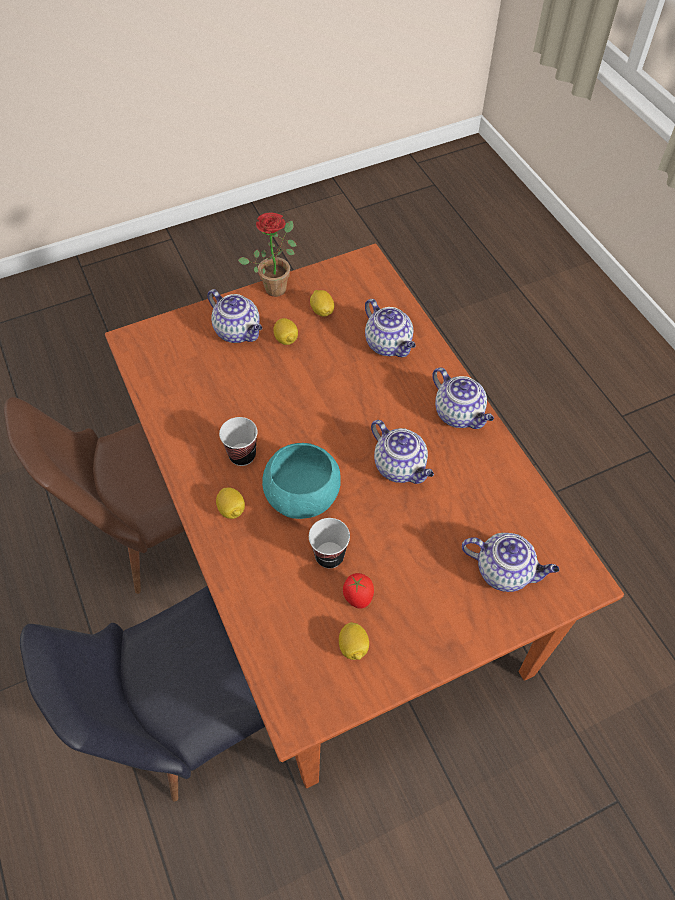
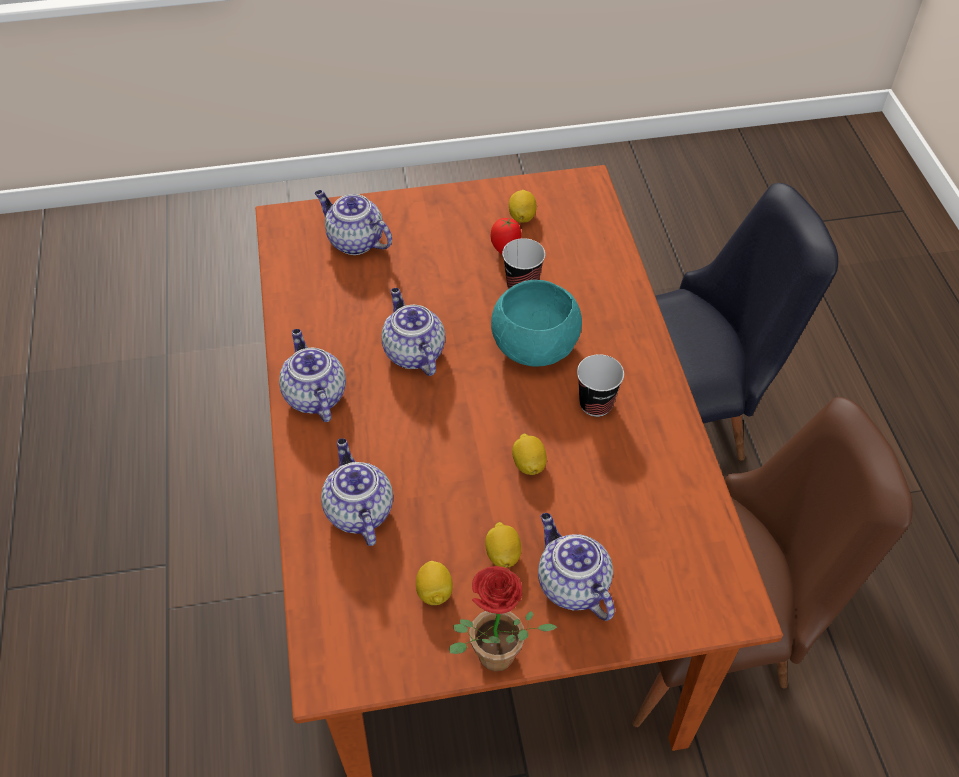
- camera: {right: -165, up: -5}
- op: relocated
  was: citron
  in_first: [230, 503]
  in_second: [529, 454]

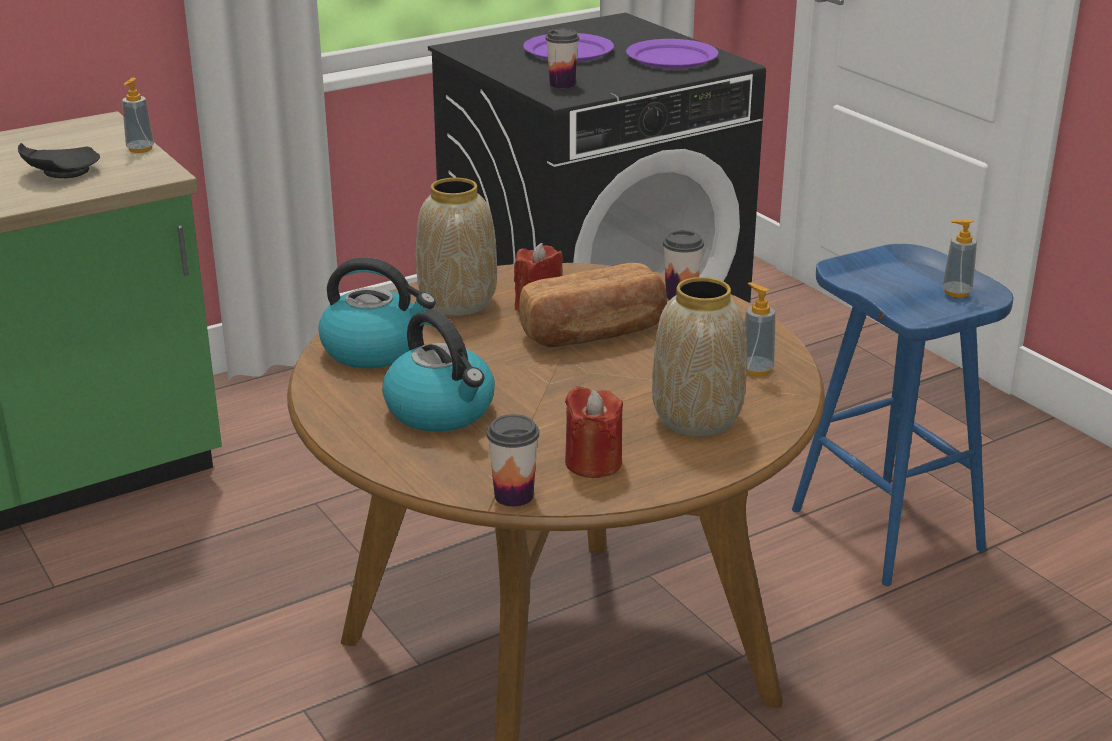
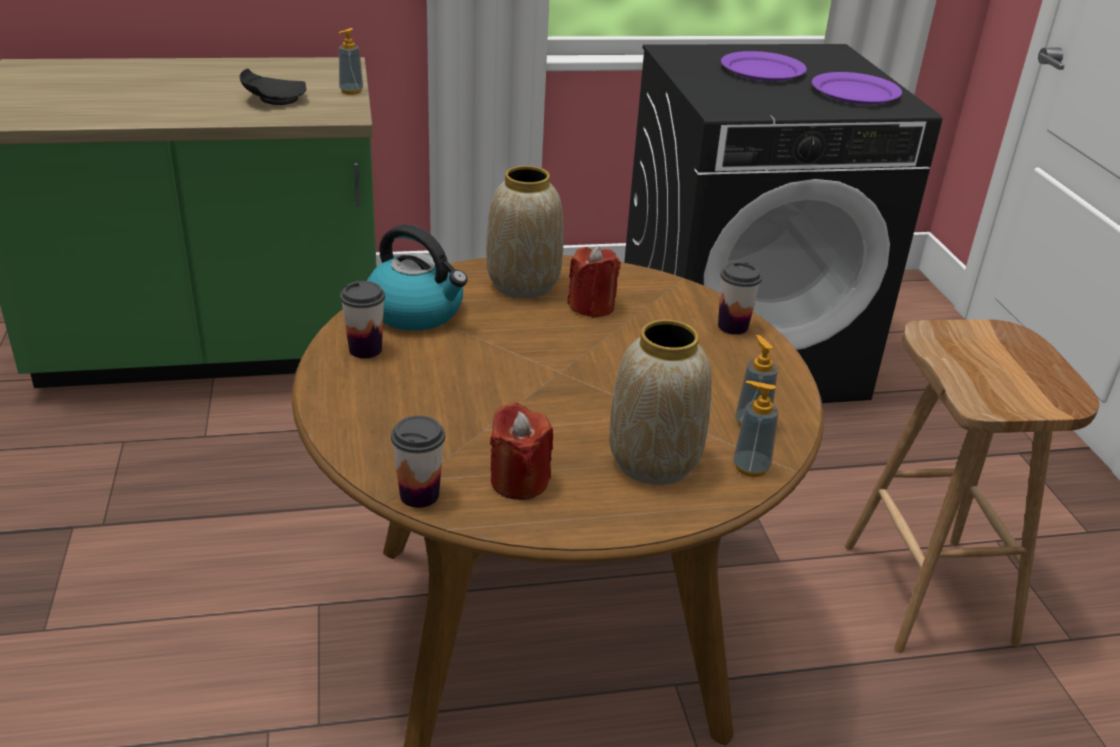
- camera: {right: 20, up: 5}
- op: missing
  was: bouilloire
  in_first: [438, 370]
- op: missing
  was: pain
  in_first: [593, 305]
- op: relocated
  was: tasse
  in_first: [562, 59]
  in_second: [362, 320]
- op: relocated
  was: distributeur de savon
  in_first: [959, 258]
  in_second: [755, 429]
- op: colour
  was: tabouret (bleu)
  now: tabouret (marron)
  in_first: [903, 415]
  in_second: [972, 486]

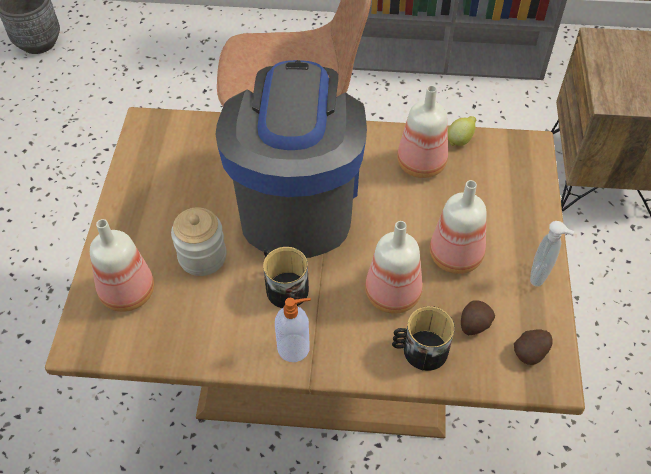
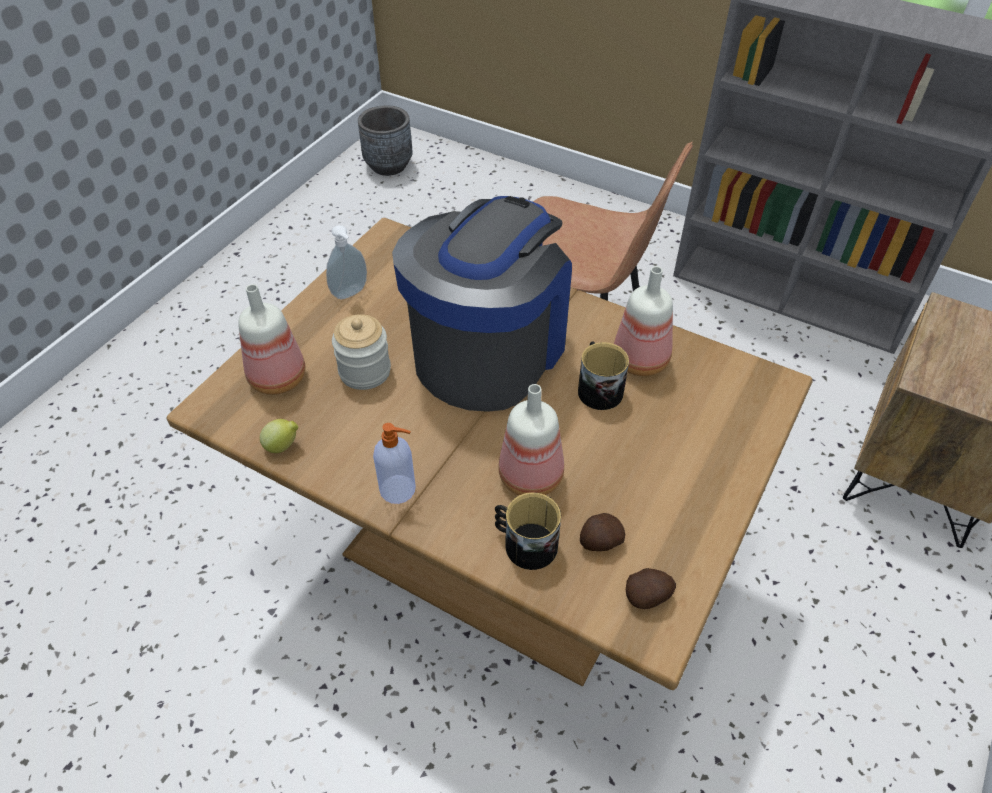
- camera: {right: 25, up: -5}
- op: missing
  was: bouteille
  in_first: [458, 227]
- op: relocated
  was: mug
  in_first: [286, 277]
  in_second: [603, 375]
- op: relocated
  was: citron
  in_first: [462, 131]
  in_second: [279, 436]
- op: relocated
  was: distributeur de savon
  in_first: [552, 254]
  in_second: [346, 262]

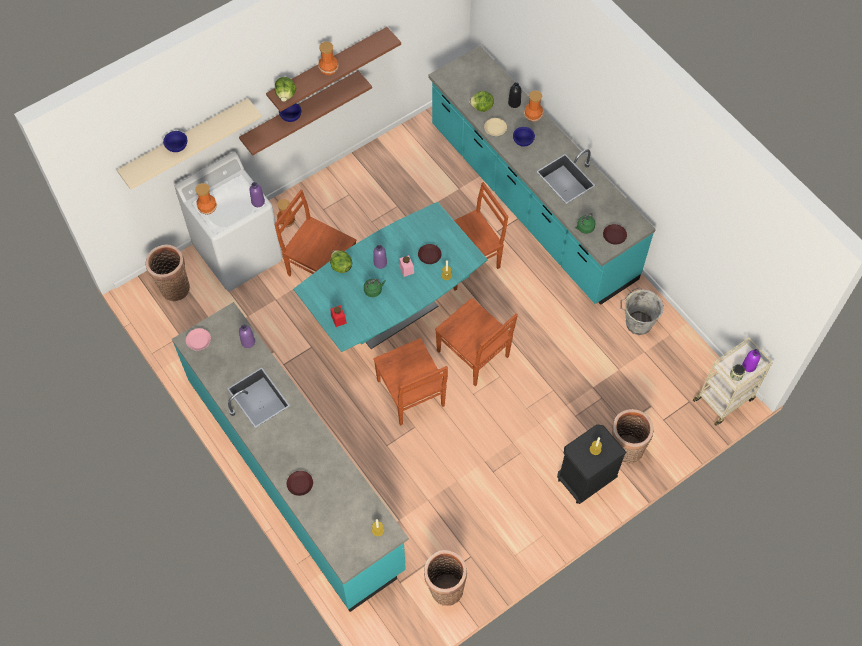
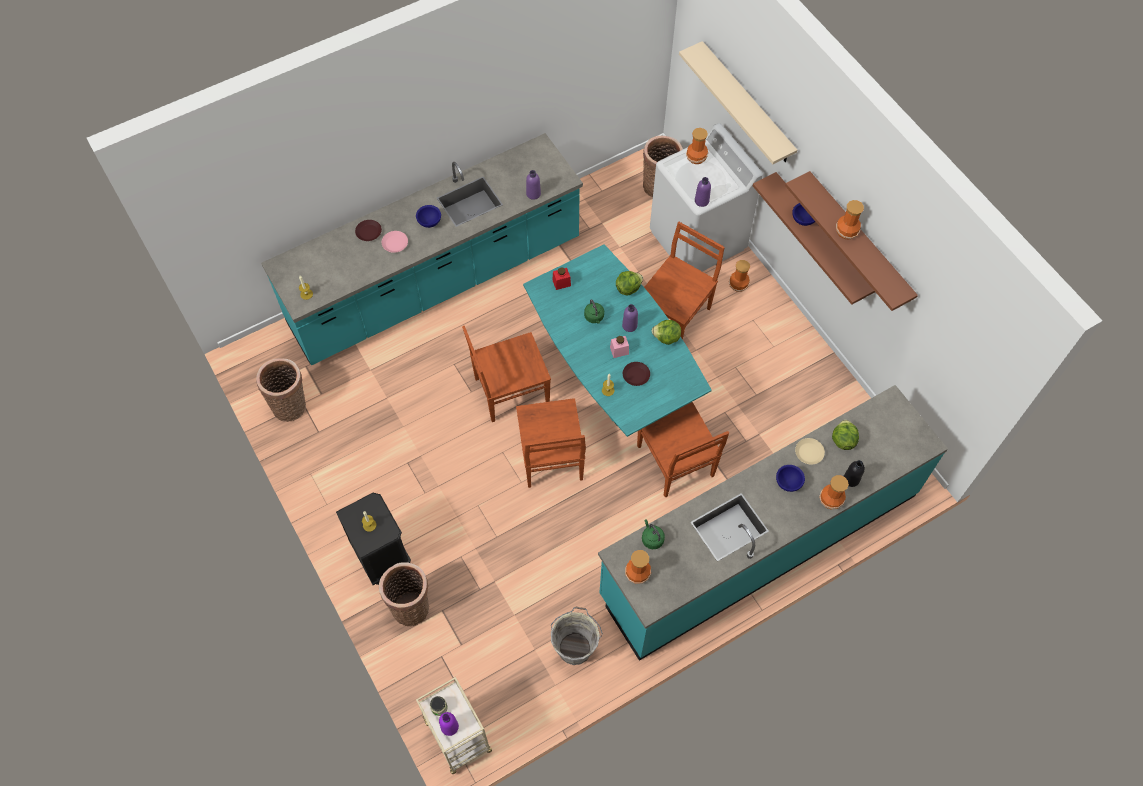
- camera: {right: 95, up: 0}
- op: relocated
  was: bol (bleu)
  in_first: [175, 141]
  in_second: [428, 216]
- op: relocated
  was: assiette (rose)
  in_first: [198, 339]
  in_second: [395, 242]
- op: relocated
  was: laitue
  in_first: [285, 89]
  in_second: [666, 332]
- op: exchanged
  was: assiette (marron)
  now: vase
  in_first: [615, 234]
  in_second: [638, 567]
- op: spun
  was: chaise (marron)
  in_first: [476, 342]
  in_second: [551, 443]
  clockwise: -60

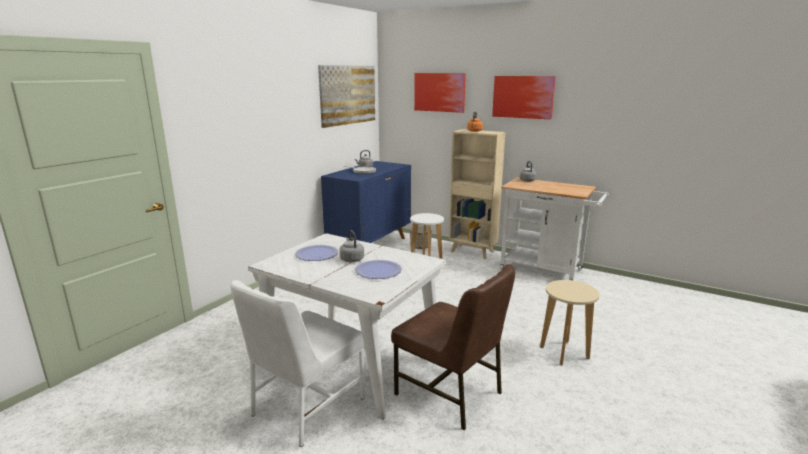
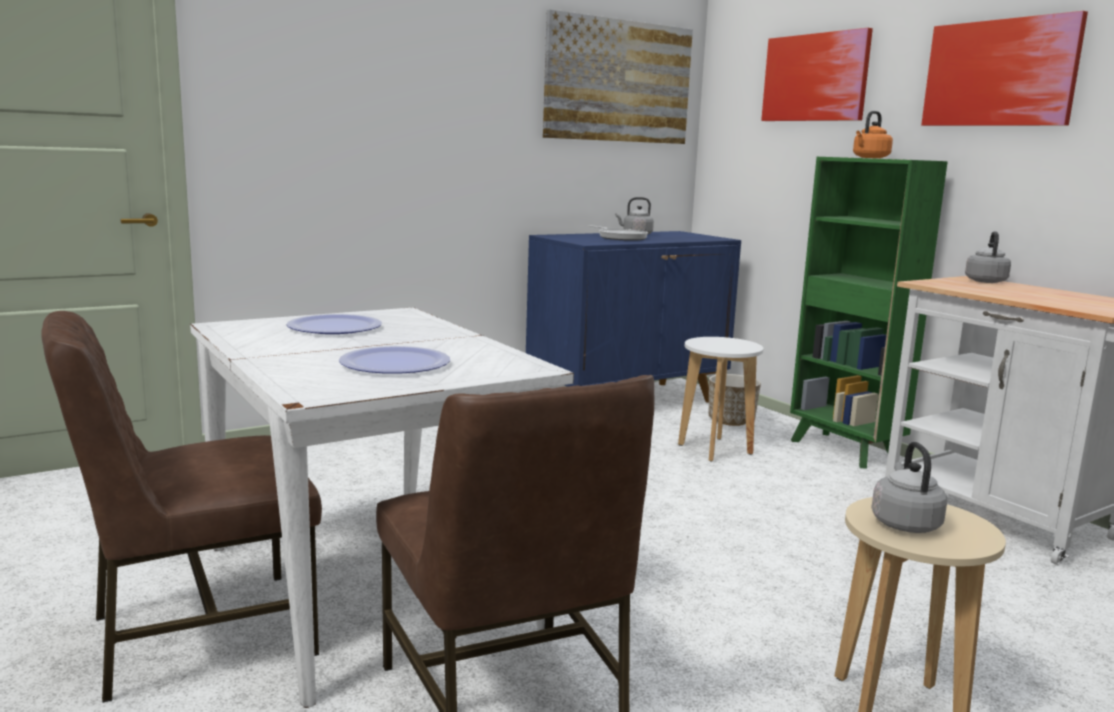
- camera: {right: 25, up: -5}
- op: relocated
  was: bouilloire (gris)
  in_first: [351, 246]
  in_second: [909, 487]
- op: colour
  was: chaise (blanc)
  now: chaise (marron)
  in_first: [298, 363]
  in_second: [181, 507]
- op: colour
  was: bibliothèque (beige)
  now: bibliothèque (vert)
  in_first: [477, 194]
  in_second: [869, 313]

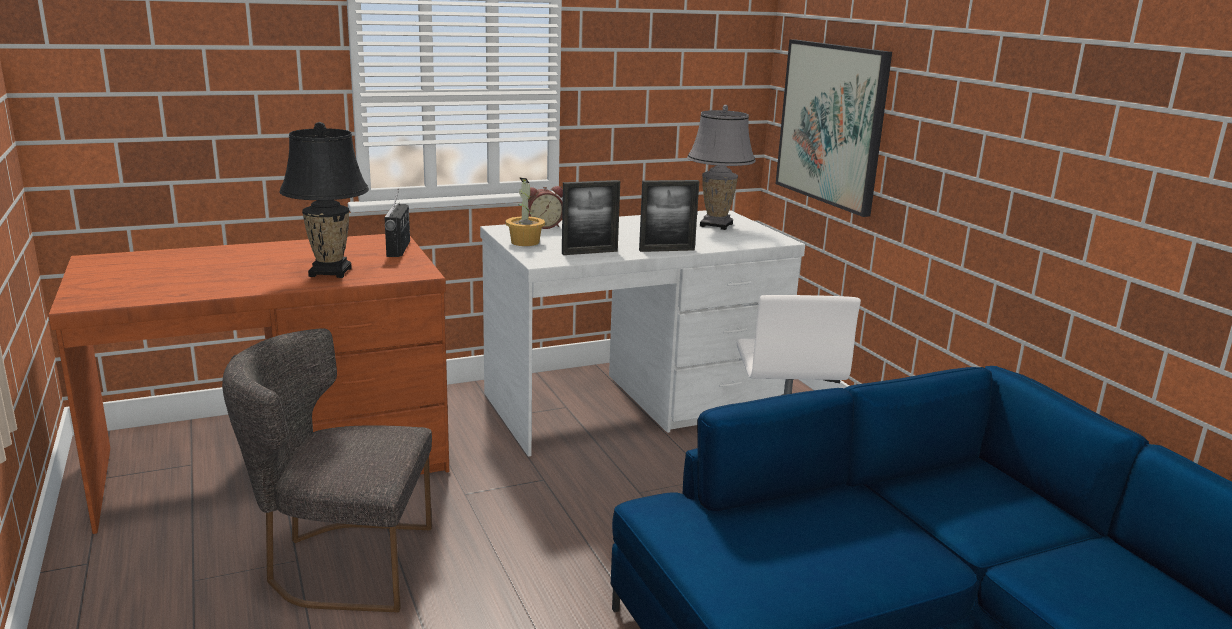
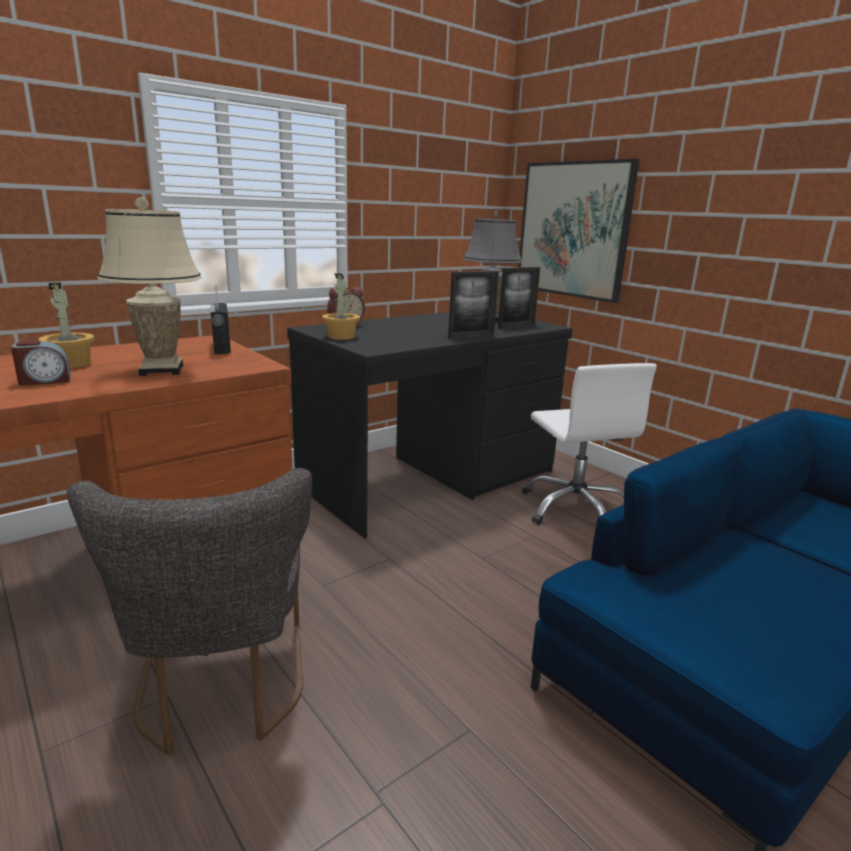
- camera: {right: -15, up: 0}
- op: appeared
  now: réveil
  in_second: [41, 363]
- op: appeared
  now: plante en pot
  in_second: [66, 325]
- op: relocated
  was: cadre photo
  in_first: [591, 217]
  in_second: [519, 298]
- op: colour
  was: lampe de table (noir)
  now: lampe de table (beige)
  in_first: [324, 200]
  in_second: [149, 286]
- op: colour
  was: bureau (blanc)
  now: bureau (noir)
  in_first: [642, 333]
  in_second: [429, 425]
- op: spun
  was: chaise (gris)
  in_first: [327, 470]
  in_second: [189, 612]
  clockwise: -90

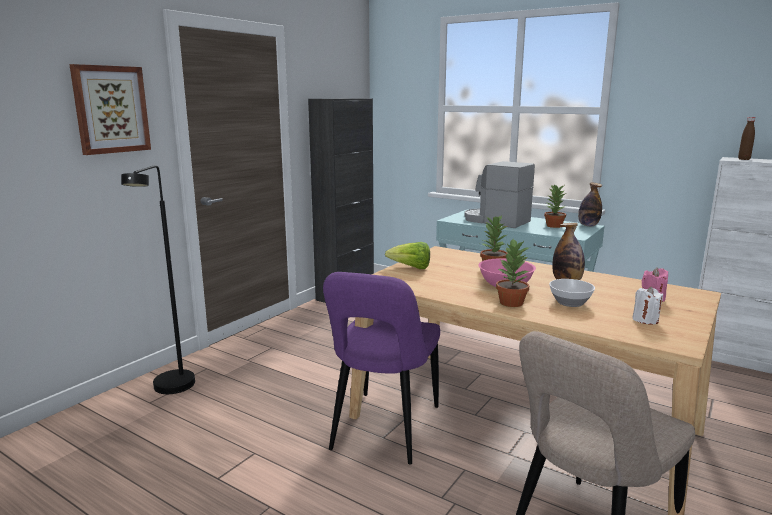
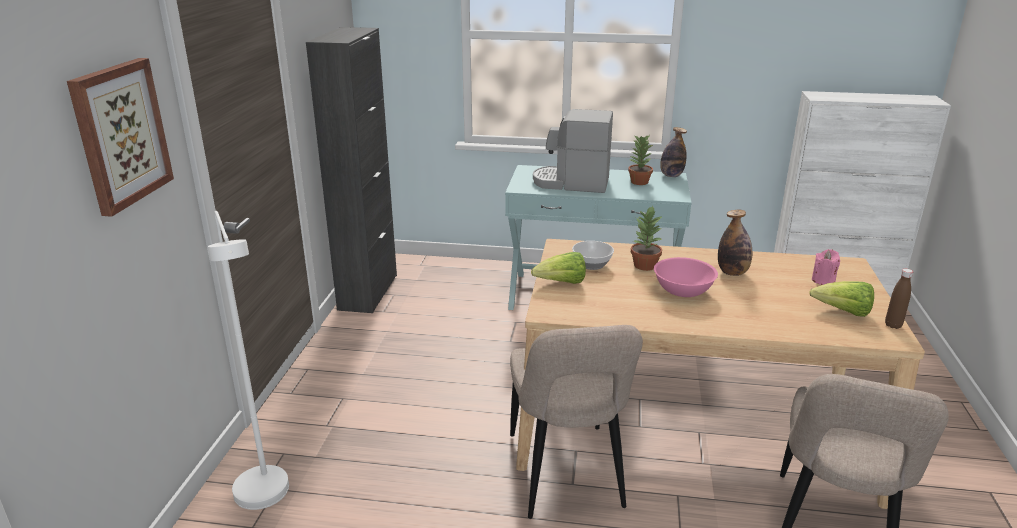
- camera: {right: -25, up: 10}
- op: missing
  was: plante en pot
  in_first: [513, 273]
- op: relocated
  was: bol
  in_first: [572, 293]
  in_second: [593, 255]
- op: relocated
  was: bouteille (marron)
  in_first: [746, 138]
  in_second: [899, 299]
- op: exchanged
  was: bougie (blanc)
  now: laitue
  in_first: [647, 305]
  in_second: [841, 299]
- op: colour
  was: lampadaire (noir)
  now: lampadaire (blanc)
  in_first: [158, 279]
  in_second: [248, 360]
- op: colour
  was: chaise (violet)
  now: chaise (beige)
  in_first: [381, 368]
  in_second: [576, 422]

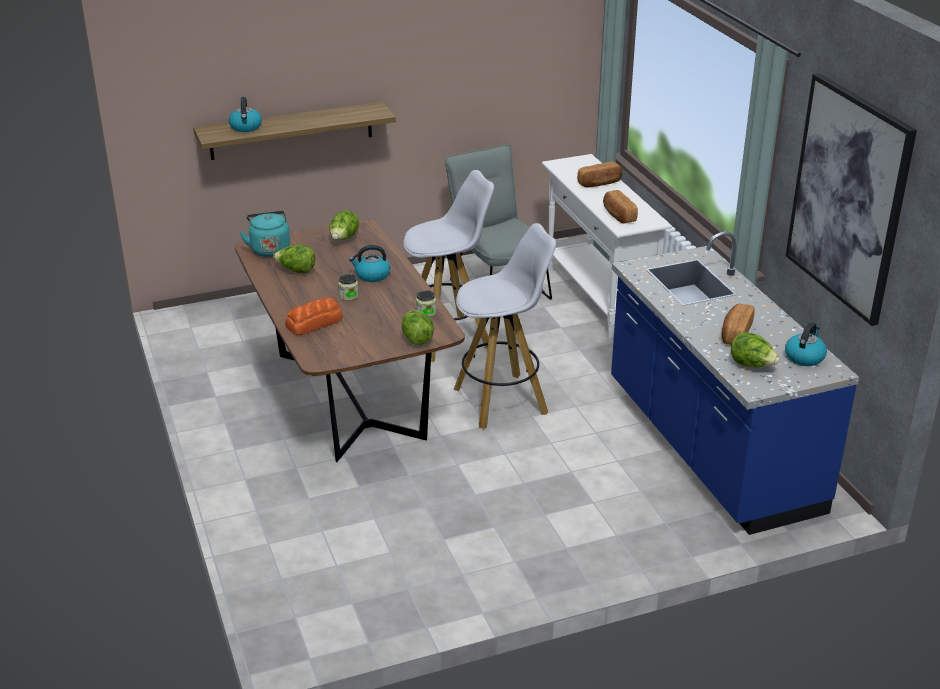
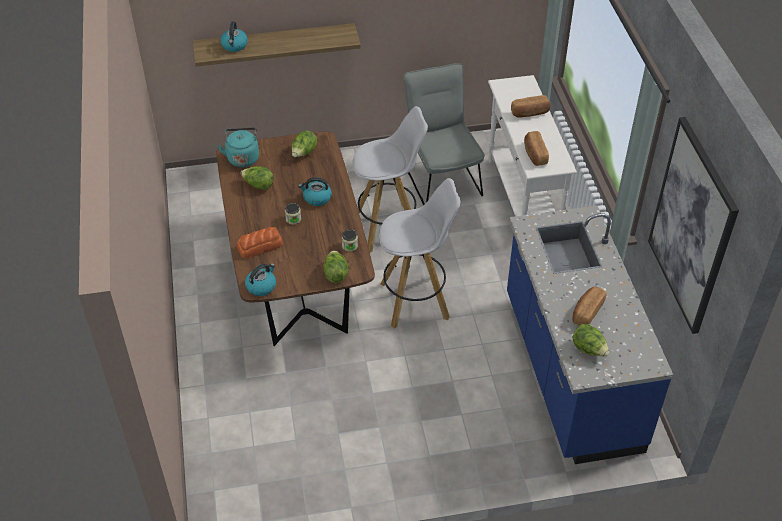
- camera: {right: 10, up: 15}
- op: relocated
  was: bouilloire
  in_first: [806, 344]
  in_second: [260, 279]

